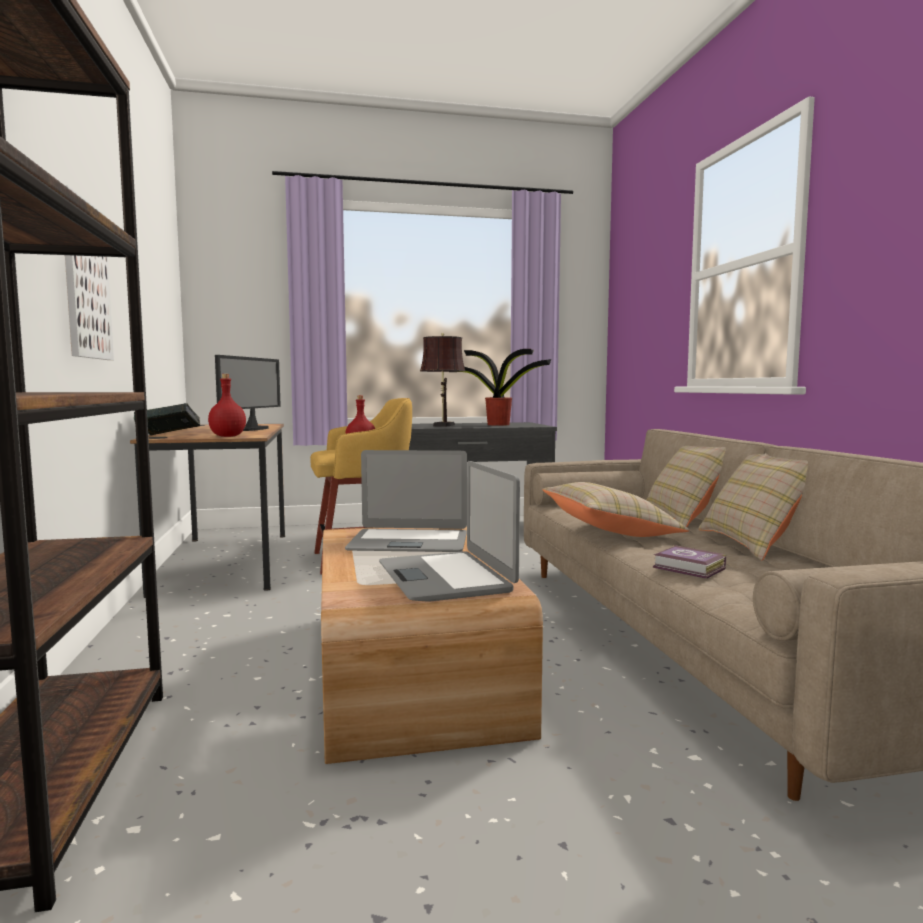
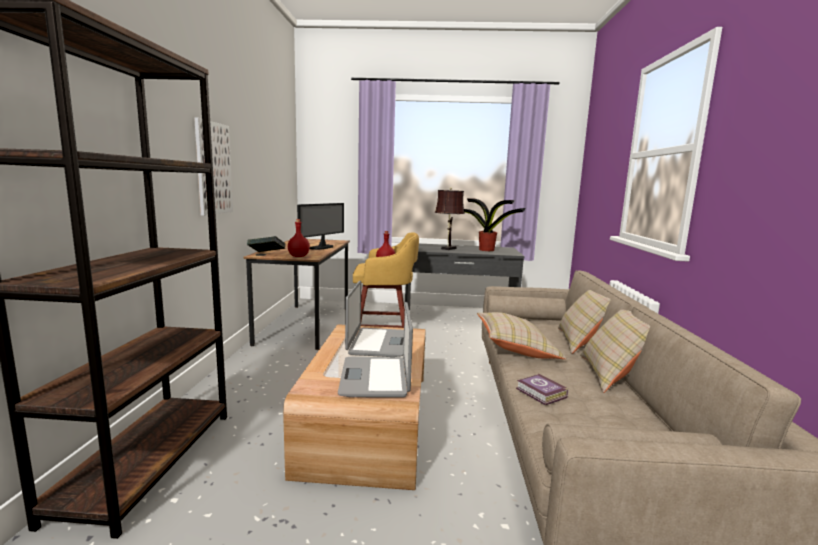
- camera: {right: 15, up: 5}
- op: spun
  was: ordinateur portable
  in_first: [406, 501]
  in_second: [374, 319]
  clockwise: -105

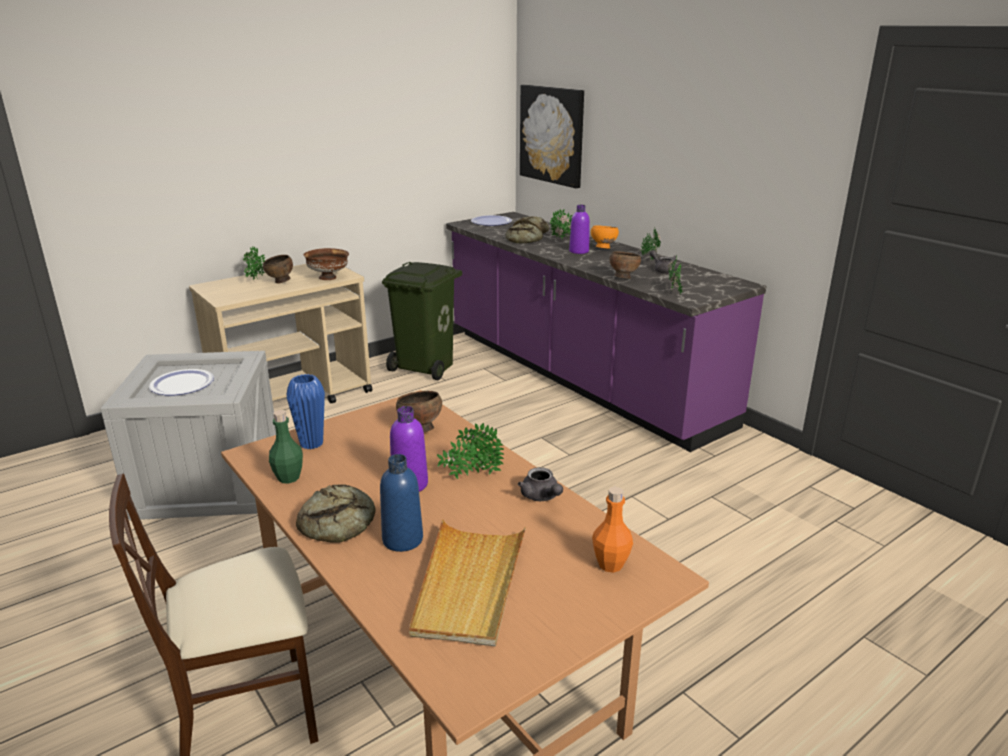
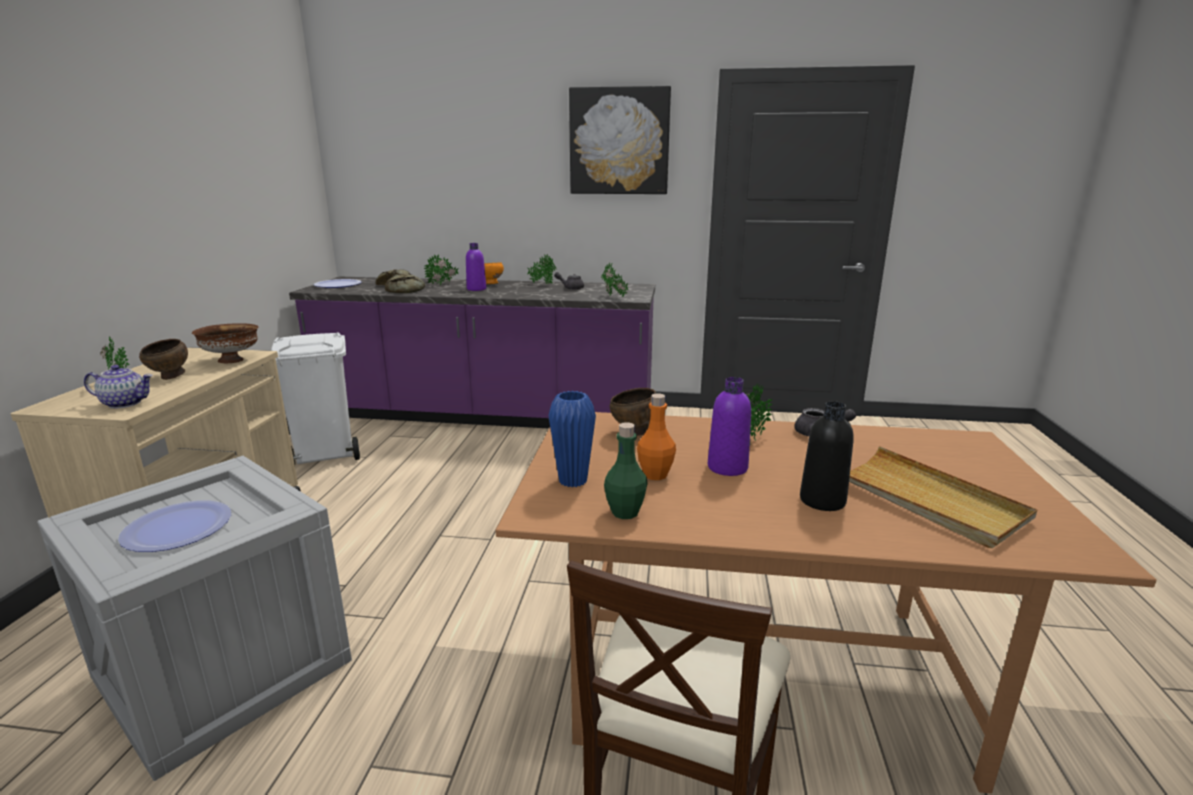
- camera: {right: -45, up: -5}
- op: missing
  was: pain
  in_first: [336, 513]
- op: missing
  was: bol (marron)
  in_first: [625, 265]
- op: appeared
  now: théière
  in_second: [118, 386]
- op: relocated
  was: tableau
  in_first: [552, 136]
  in_second: [620, 140]
- op: relocated
  was: bouteille (orange)
  in_first: [612, 530]
  in_second: [656, 436]
- op: colour
  was: bouteille (bleu)
  now: bouteille (noir)
  in_first: [401, 503]
  in_second: [827, 456]
- op: colour
  was: poubelle (vert)
  now: poubelle (blanc)
  in_first: [422, 321]
  in_second: [315, 398]

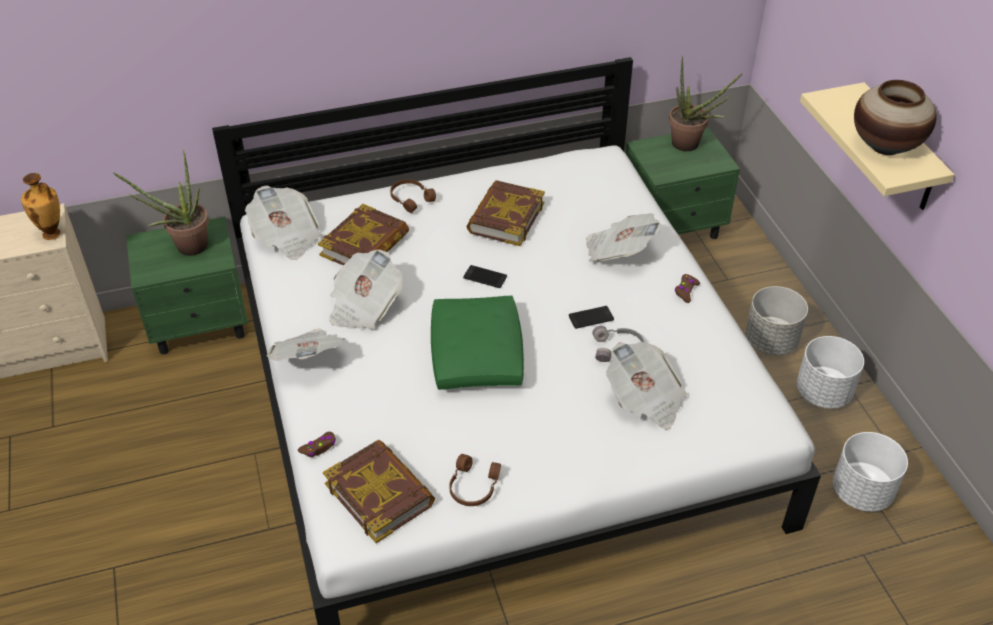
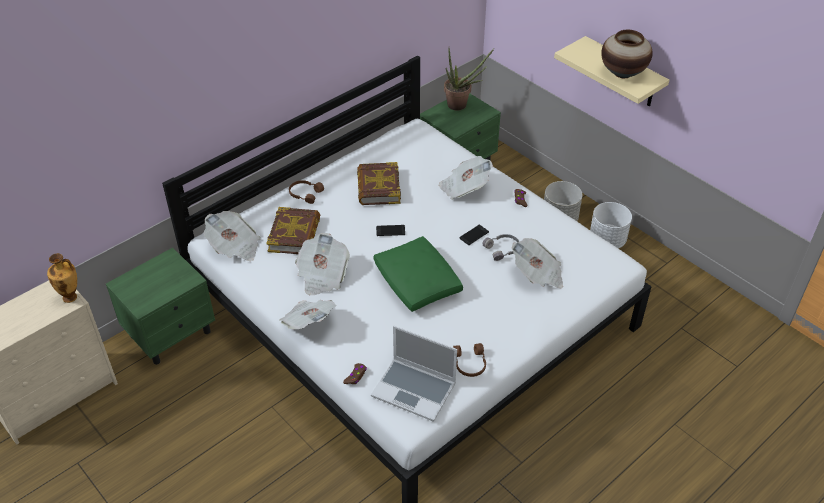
- camera: {right: -25, up: 0}
- op: missing
  was: plante en pot
  in_first: [161, 203]
- op: missing
  was: cache-pot (blanc)
  in_first: [870, 472]
- op: exchanged
  was: livre
  now: ordinateur portable
  in_first: [379, 491]
  in_second: [414, 374]

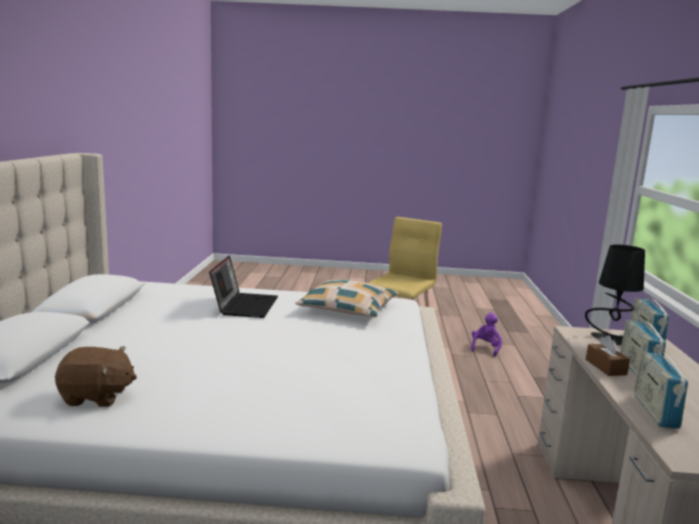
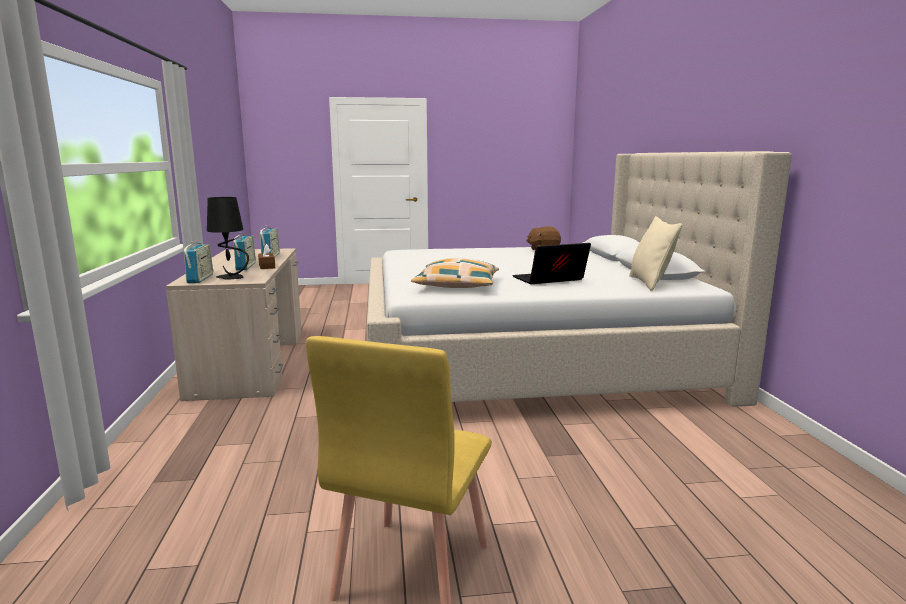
- camera: {right: 170, up: 0}
- op: missing
  was: peluche (violet)
  in_first: [486, 335]
- op: appeared
  now: coussin (beige)
  in_second: [656, 253]
- op: spun
  was: ordinateur portable
  in_first: [243, 286]
  in_second: [551, 263]
  clockwise: 75

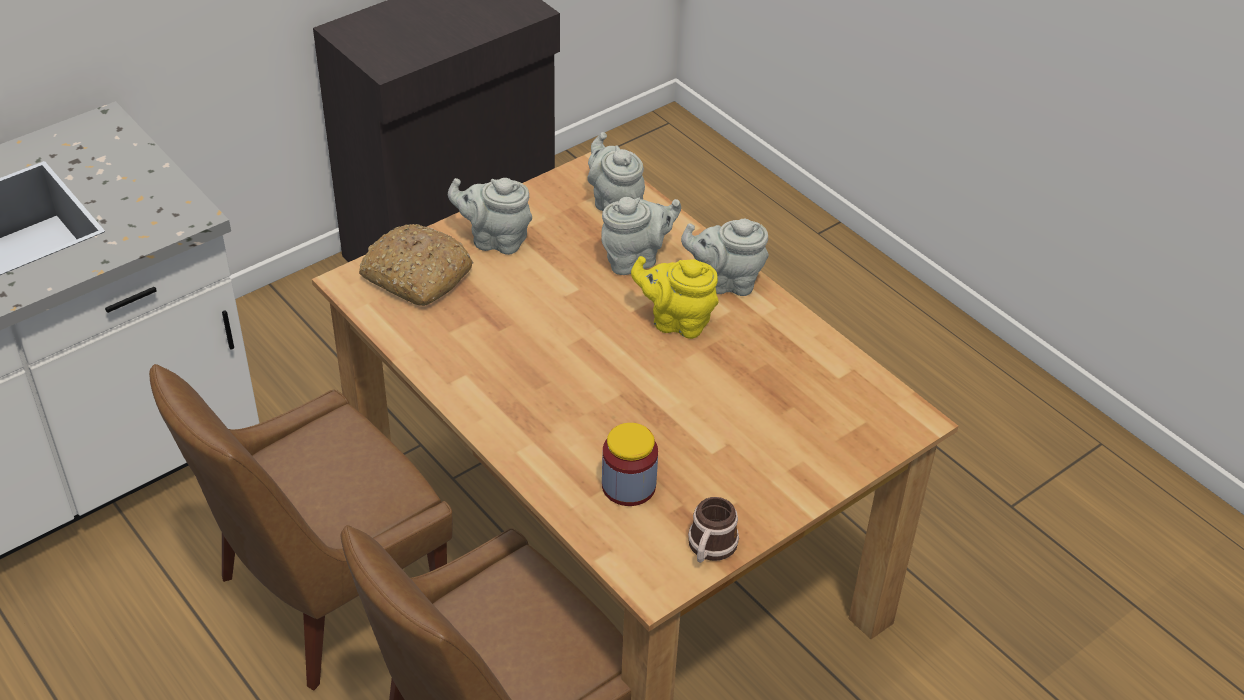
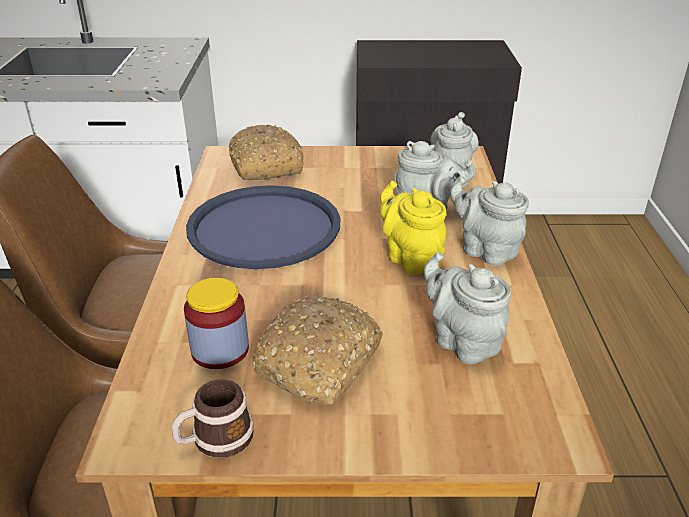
- camera: {right: 40, up: -10}
- op: appeared
  now: plateau (bleu)
  in_second: [263, 227]
- op: appeared
  now: pain
  in_second: [318, 350]
- op: relocated
  was: théière (gris)
  in_first: [490, 216]
  in_second: [467, 308]

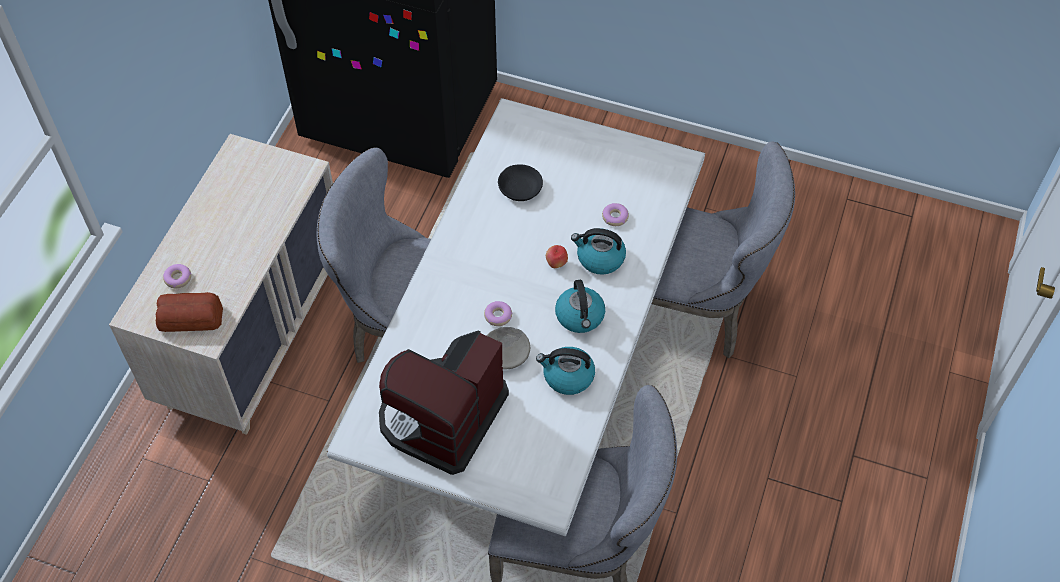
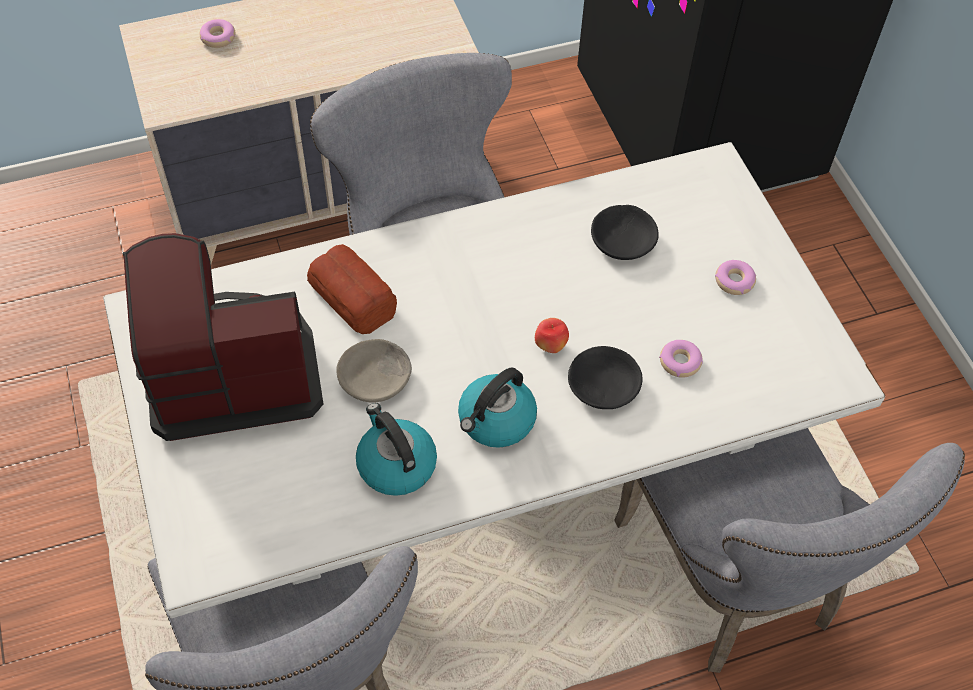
- camera: {right: 50, up: 0}
- op: relocated
  was: pain
  in_first: [189, 312]
  in_second: [352, 289]
- op: relocated
  was: beignet
  in_first: [498, 313]
  in_second: [735, 277]
- op: exchanged
  was: bouilloire
  now: bol (noir)
  in_first: [598, 251]
  in_second: [605, 377]

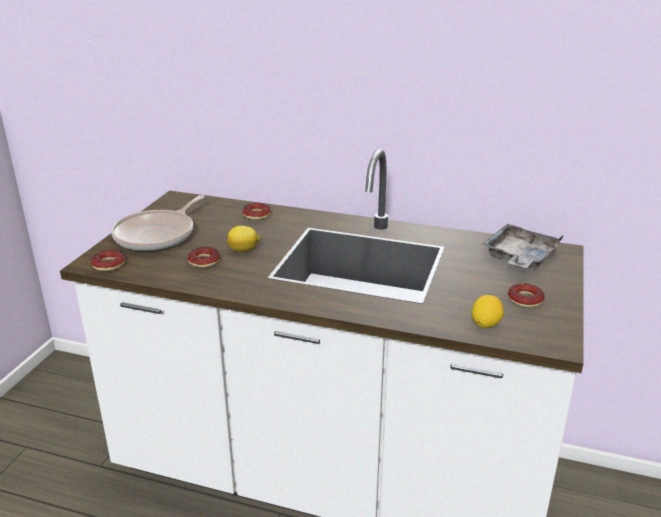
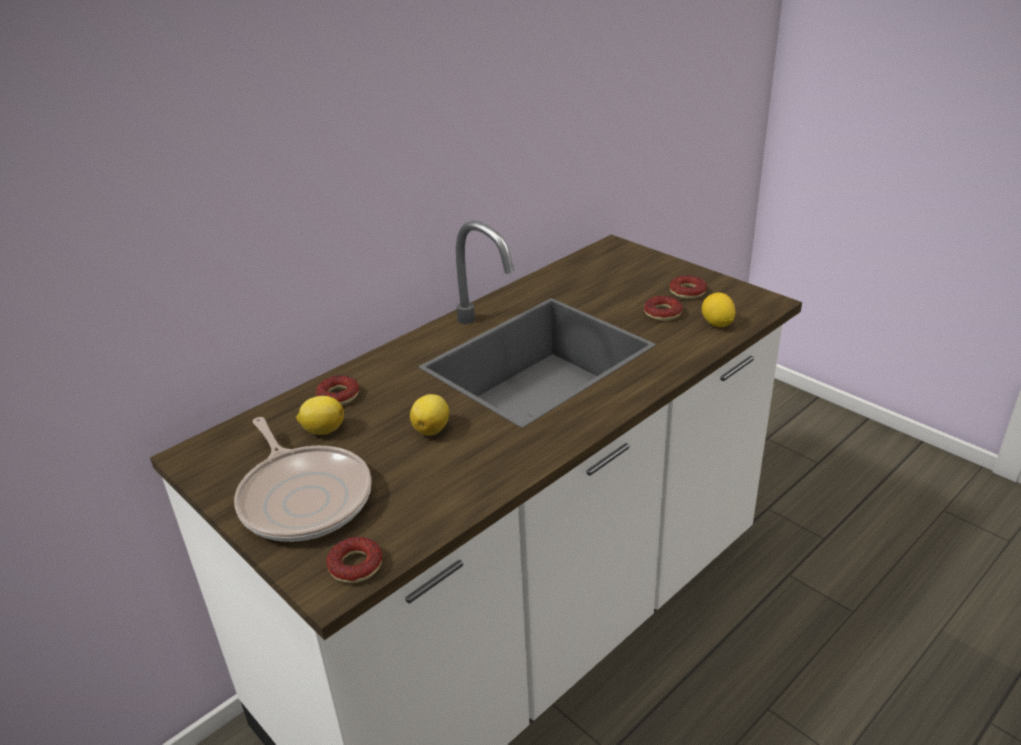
- camera: {right: -60, up: 5}
- op: missing
  was: plateau (gris)
  in_first: [522, 246]
- op: appeared
  now: citron
  in_second: [320, 415]
- op: relocated
  was: beignet
  in_first: [204, 257]
  in_second: [663, 308]

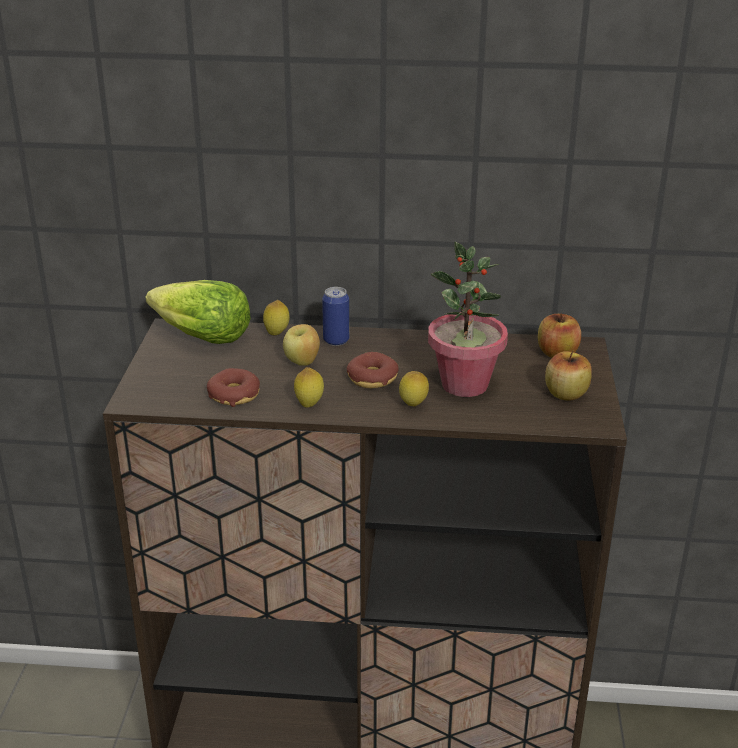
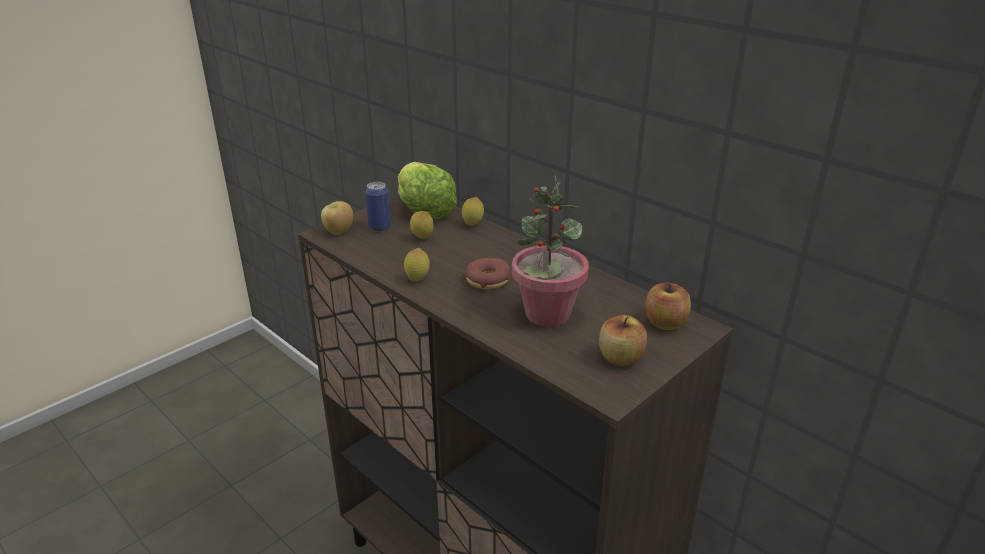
- camera: {right: 40, up: 0}
- op: missing
  was: beignet
  in_first: [233, 387]
- op: relocated
  was: pomme
  in_first: [301, 345]
  in_second: [337, 218]
- op: relocated
  was: boîte métallique
  in_first: [335, 316]
  in_second: [378, 207]
- op: relocated
  was: citron
  in_first: [414, 388]
  in_second: [421, 225]

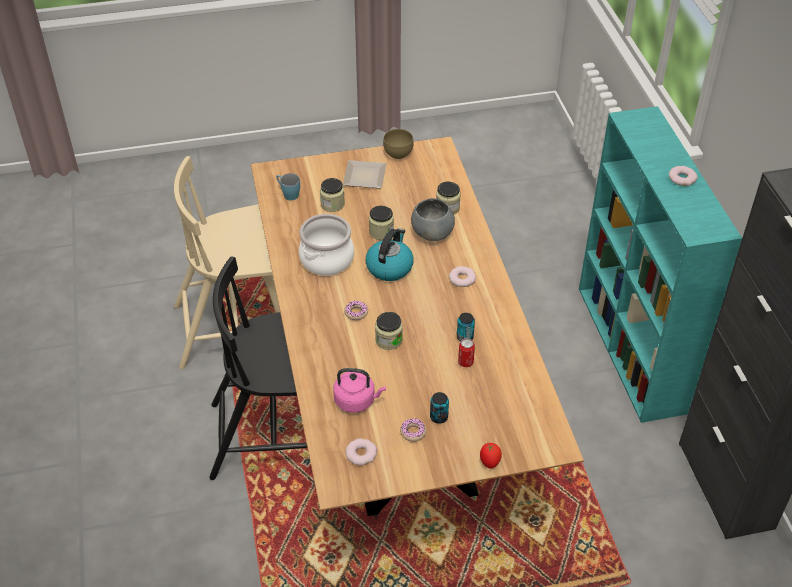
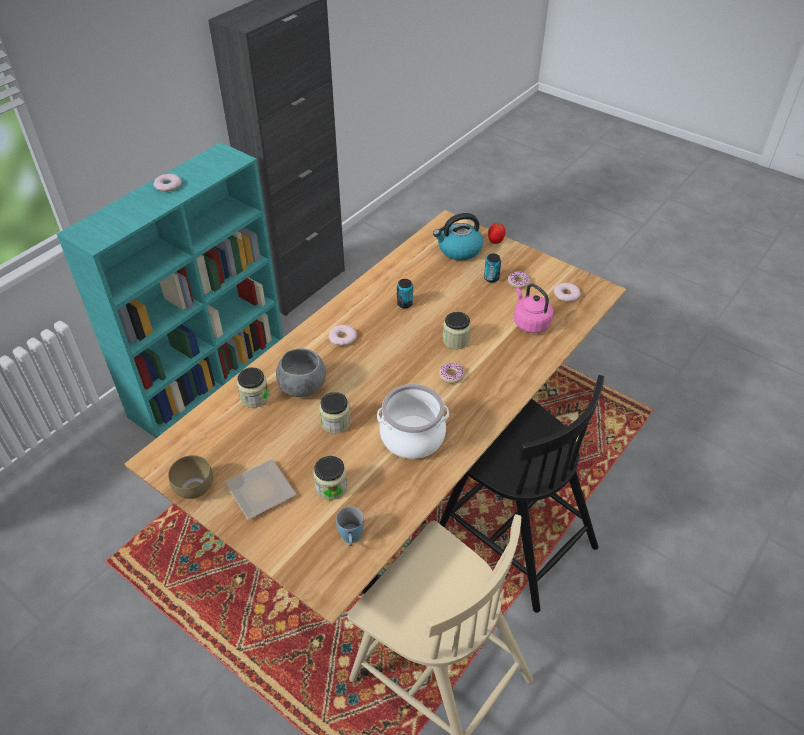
- camera: {right: -130, up: 0}
- op: missing
  was: boîte métallique
  in_first: [466, 352]
- op: relocated
  was: bouilloire
  in_first: [389, 254]
  in_second: [458, 237]

